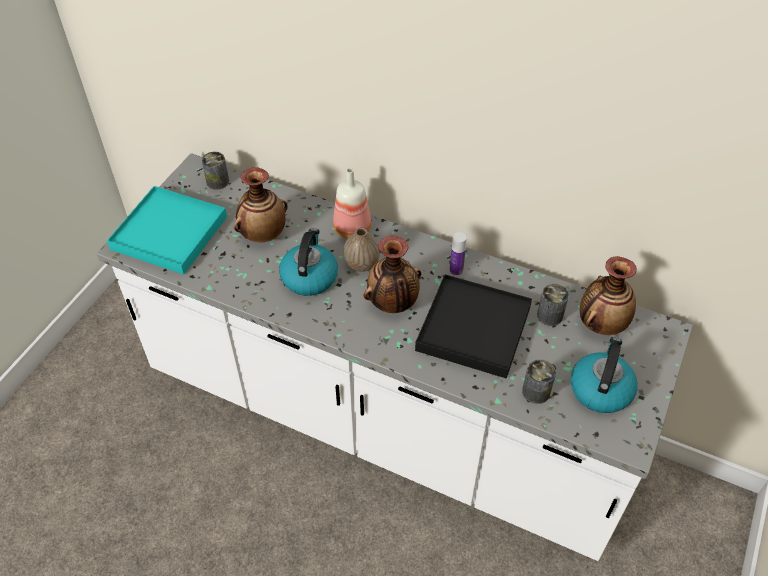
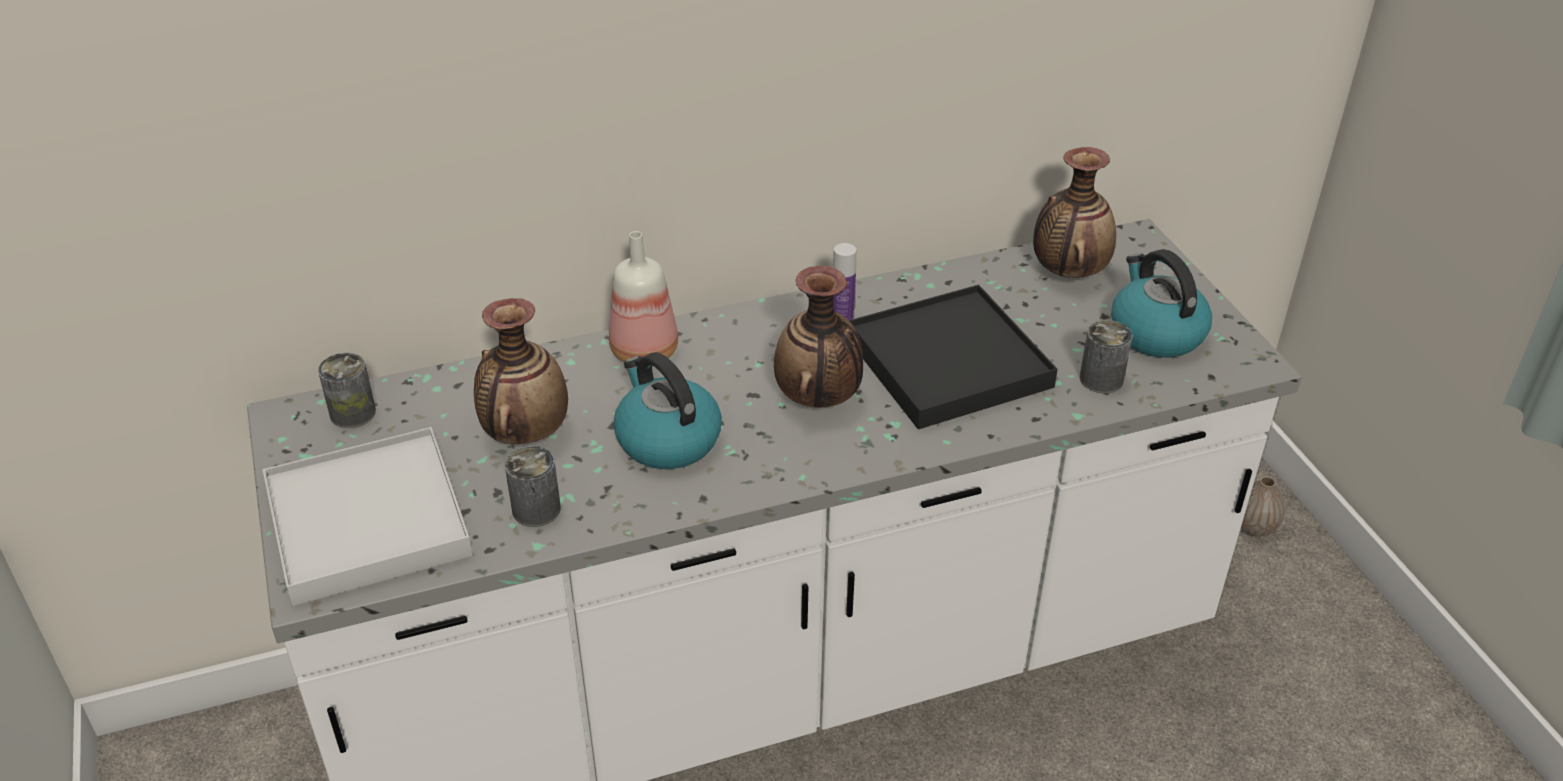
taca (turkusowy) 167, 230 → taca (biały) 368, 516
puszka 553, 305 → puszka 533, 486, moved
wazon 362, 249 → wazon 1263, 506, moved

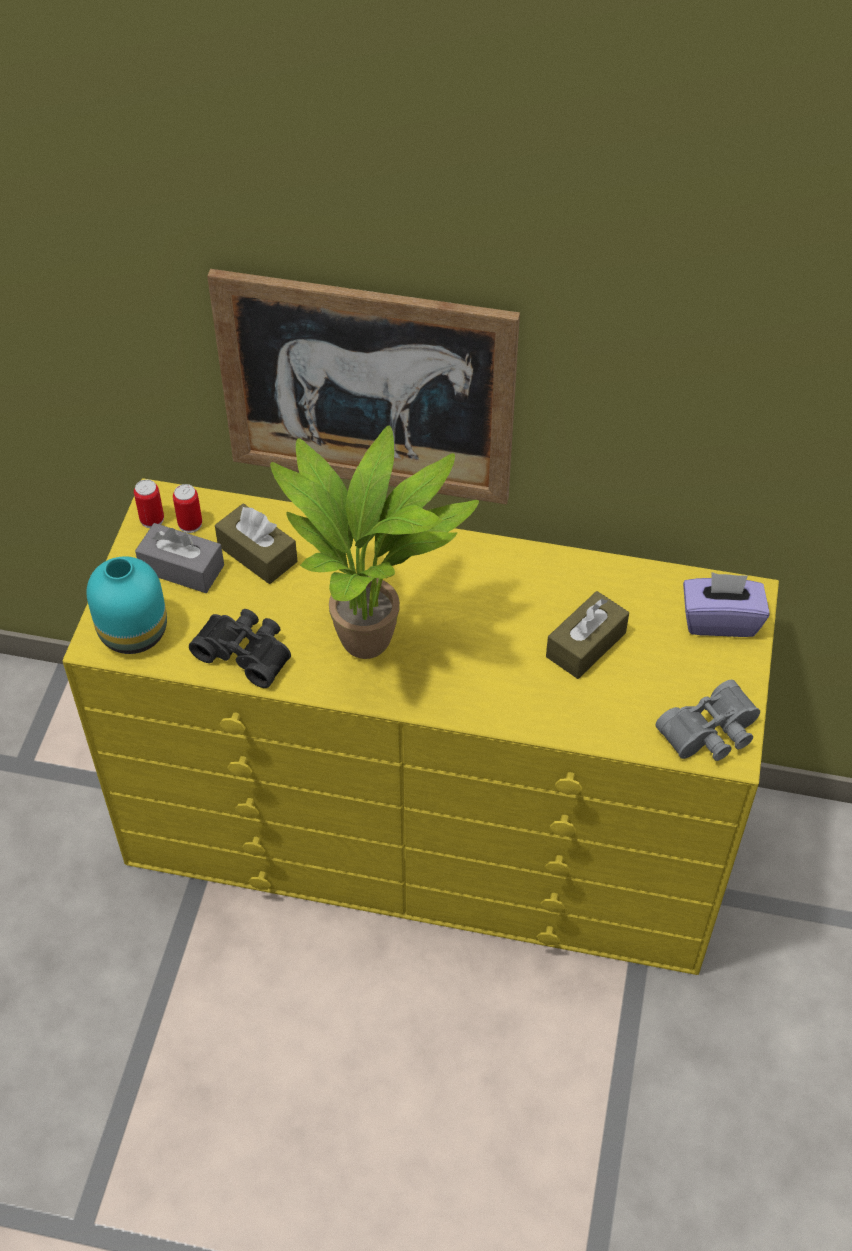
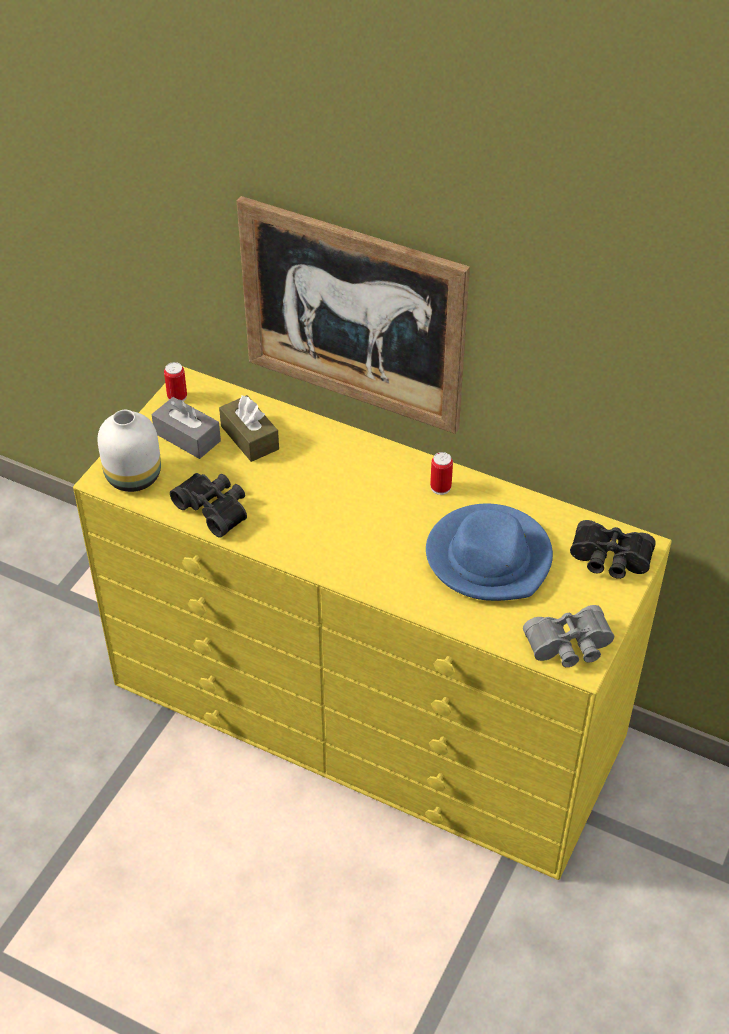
wazon (turkusowy) 126, 605 → wazon (biały) 129, 451
pudełko chusteczek (brązowy) 587, 635 → kapelusz (niebieski) 489, 552
puszka 187, 508 → puszka 441, 473, moved
pudełko chusteczek (fioletowy) 726, 604 → lornetka (czarny) 613, 549
roślina doniczkowa 374, 542 → -

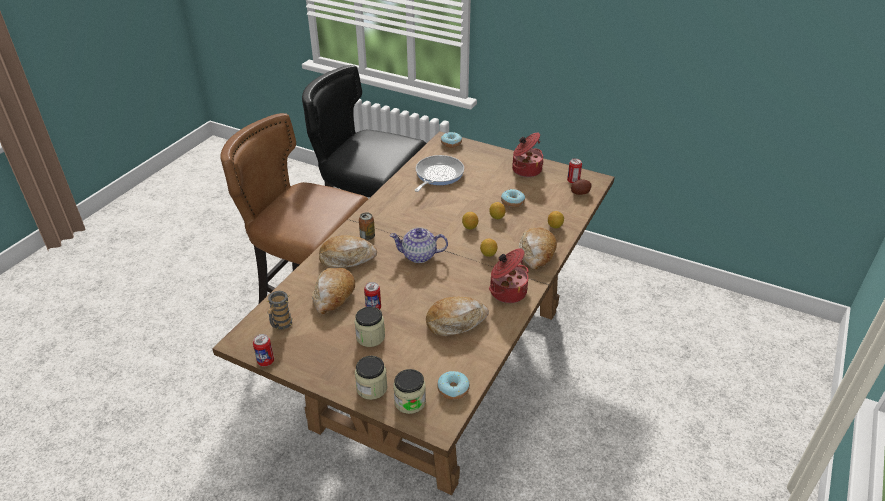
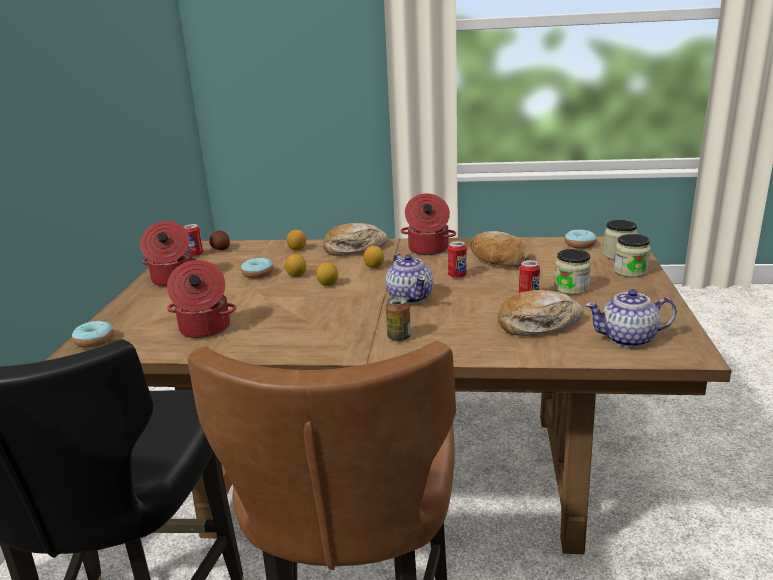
patelnia 439, 173 → garnek 201, 299
puszka 263, 350 → puszka 457, 259, moved
kubek 280, 310 → imbryk 631, 318
chleb 348, 251 → -

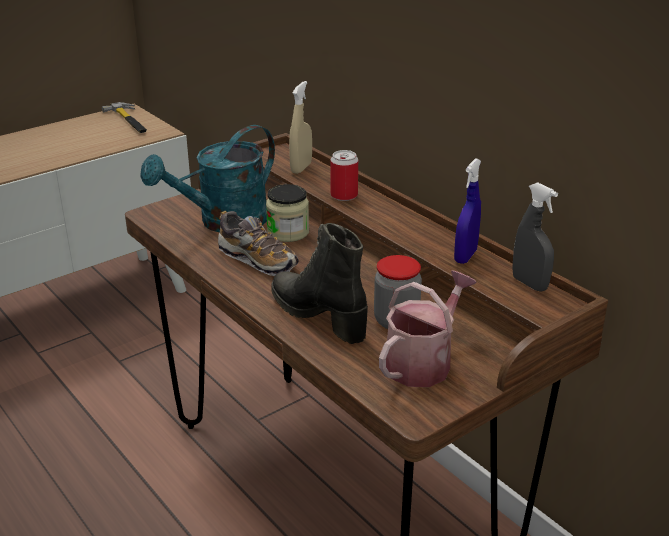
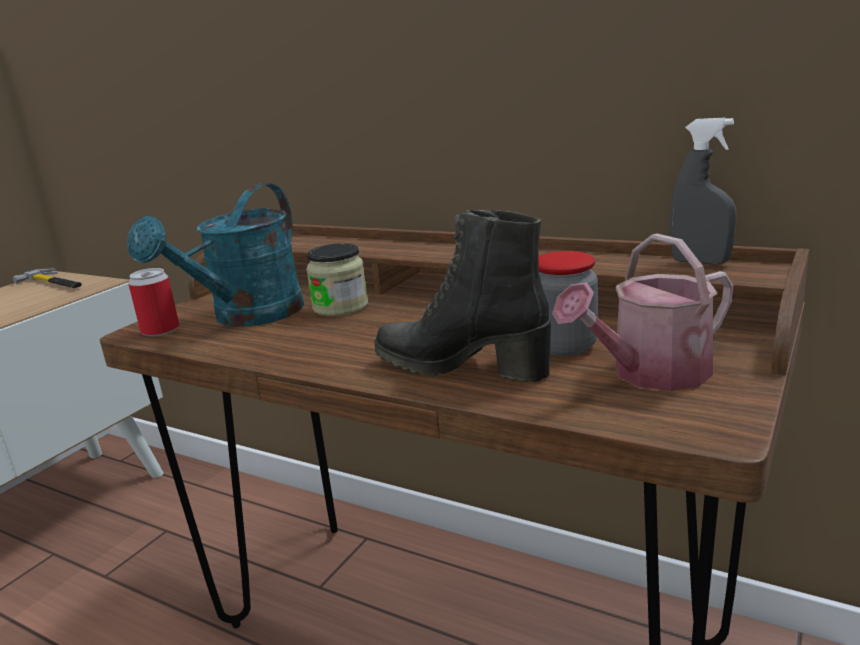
puszka 344, 175 → puszka 153, 302, moved
konewka 427, 328 → konewka 642, 312, 135 degrees counterclockwise
but 258, 243 → -
spryskiwacz (beżowy) 300, 127 → -
spryskiwacz (niebieski) 467, 211 → -

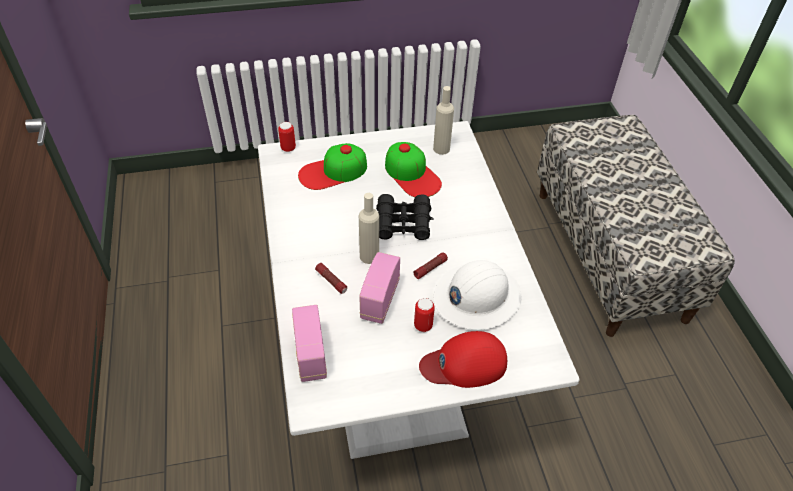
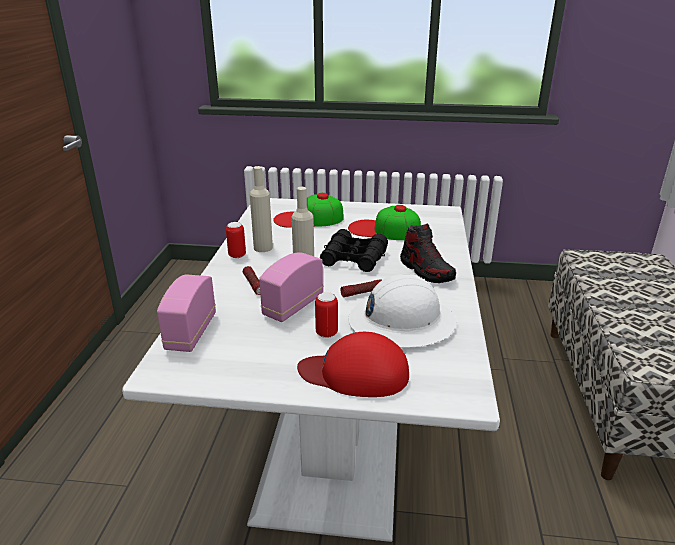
puszka 287, 137 → puszka 236, 240, moved
butelka (beżowy) 443, 120 → butelka (beżowy) 261, 209, moved
czapka z daszkiem 413, 169 → czapka z daszkiem 384, 222, 120 degrees clockwise
- → but 428, 253

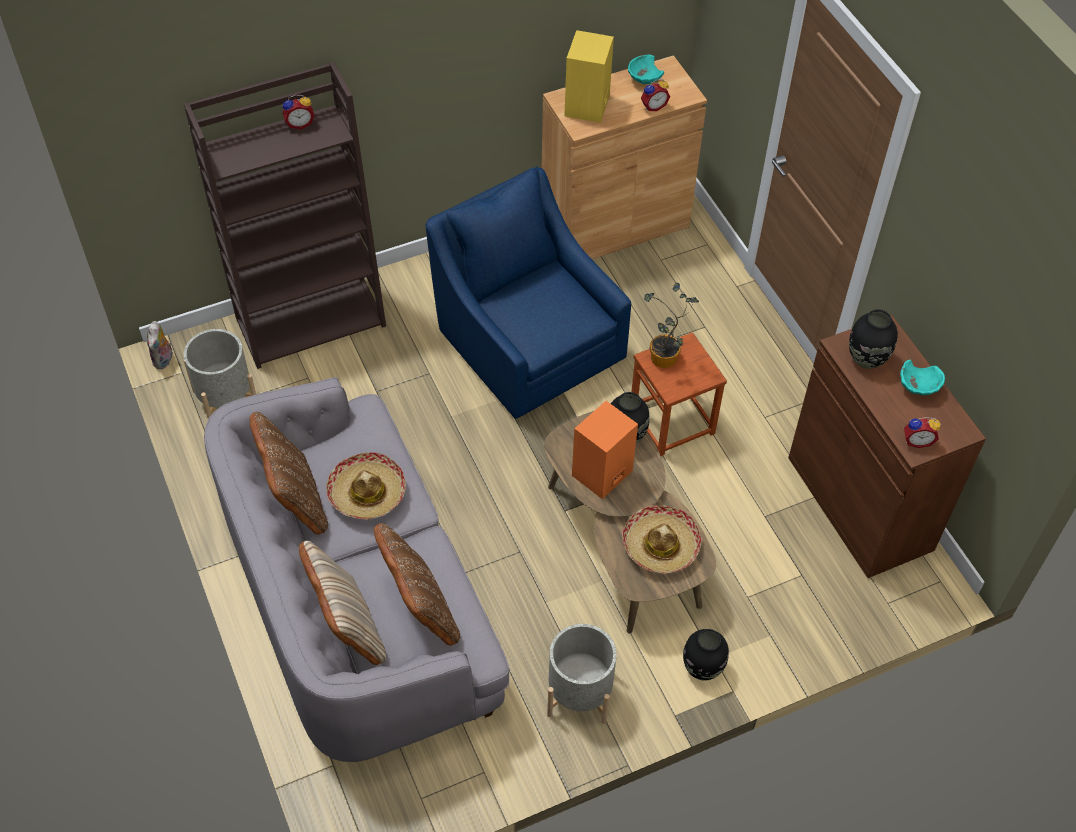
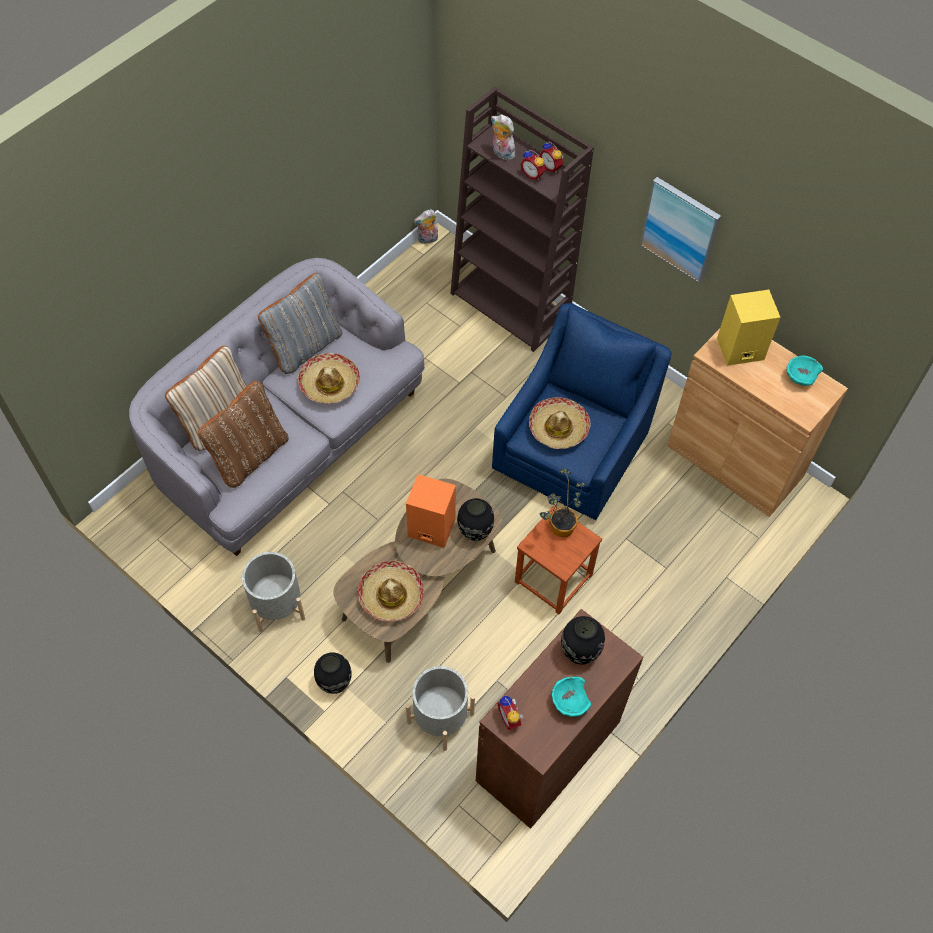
poduszka (brązowy) 289, 473 → poduszka (szary) 300, 323
donica (szary) 220, 374 → donica (szary) 440, 708, moved
- → pluszak 503, 137
budzik 655, 95 → budzik 533, 165, moved
- → kapelusz 560, 423
- → obraz 680, 230

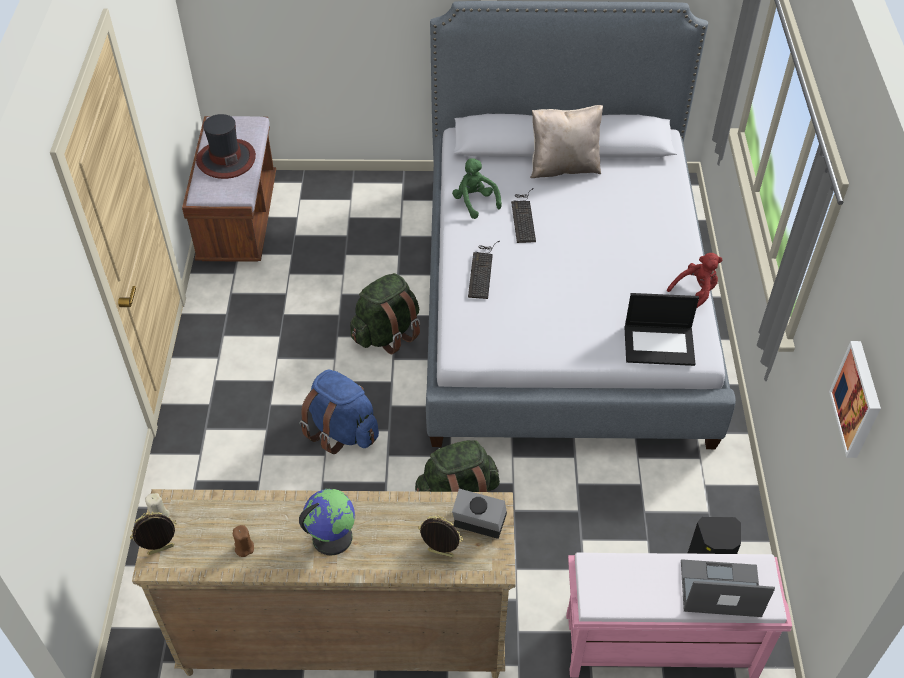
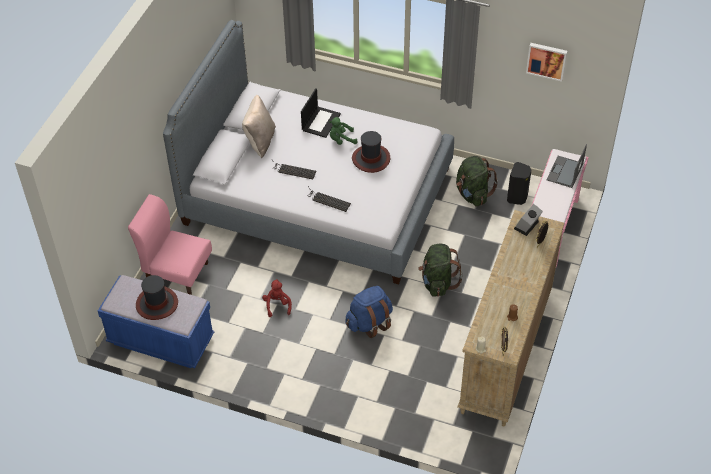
ławka (brązowy) 229, 189 → ławka (niebieski) 156, 321
- → krzesło (różowy) 170, 244
pluszak (czerwony) 695, 280 → pluszak (czerwony) 277, 298, moved
laptop 661, 329 → laptop 321, 113, moved
pluszak (zielony) 477, 188 → pluszak (zielony) 343, 131, moved
- → kapelusz 371, 152
plecak (zielony) 385, 313 → plecak (zielony) 477, 181, moved
globus 327, 522 → -

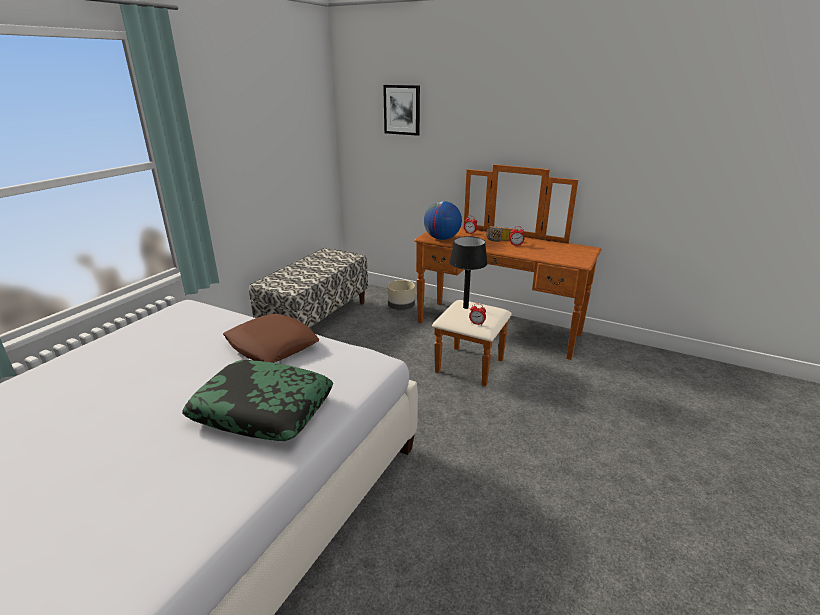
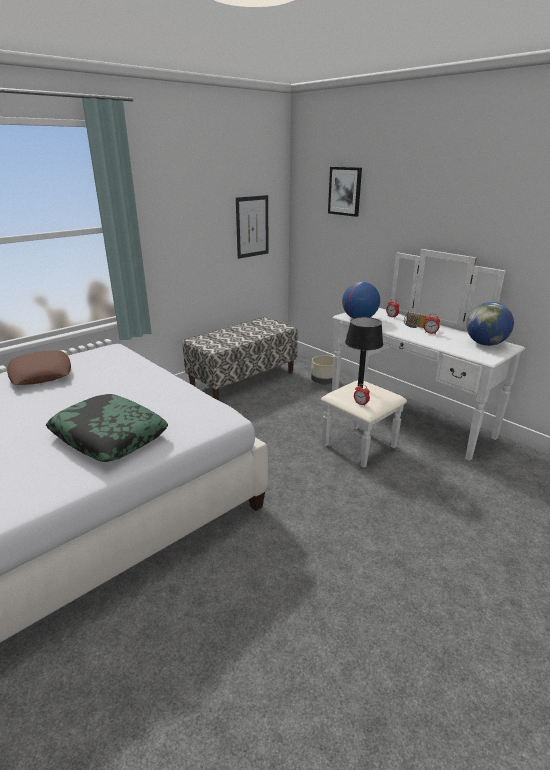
poduszka (brązowy) 271, 338 → poduszka (brązowy) 39, 368, moved
- → obraz 252, 227
komoda (brązowy) 508, 275 → komoda (biały) 423, 358
- → globus 490, 324

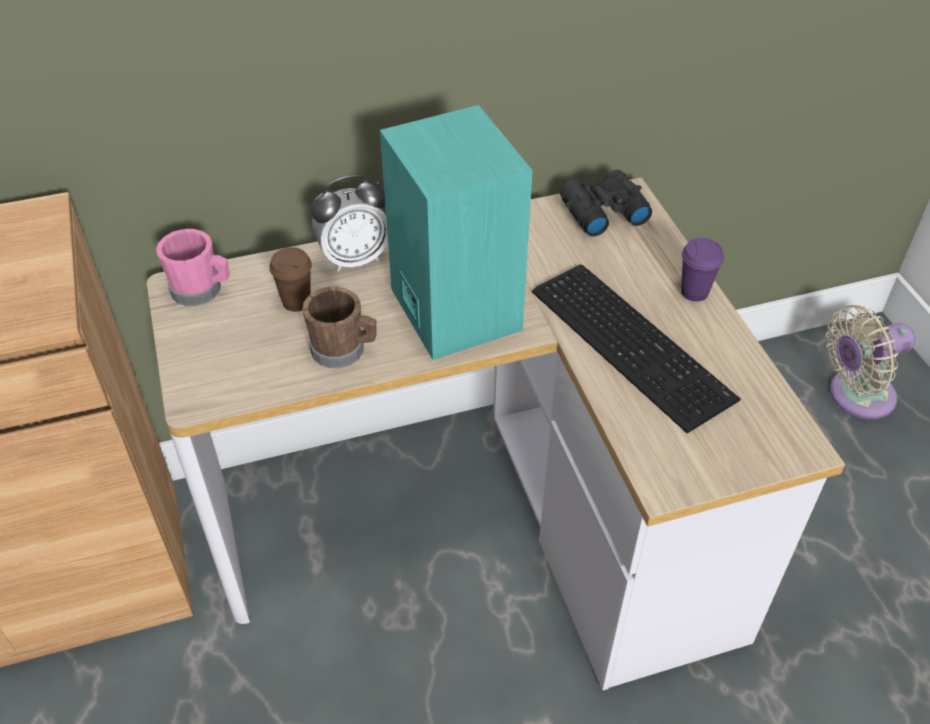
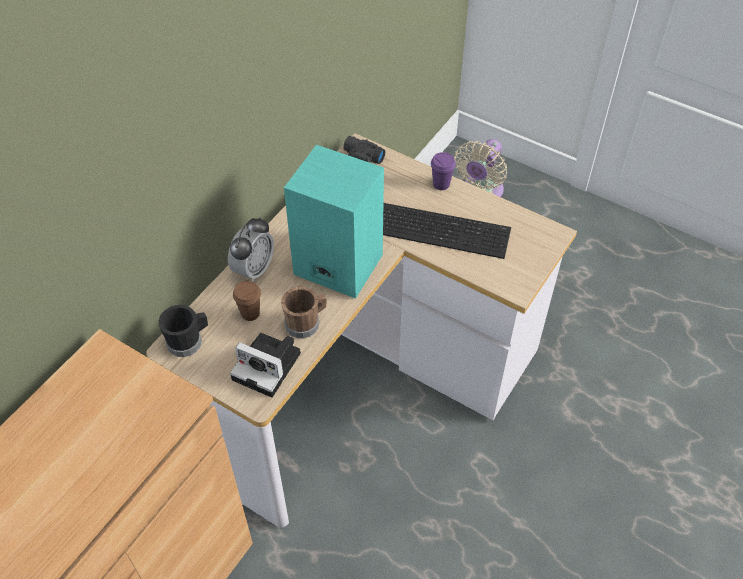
kubek (różowy) 193, 267 → kubek (czarny) 183, 331
- → aparat fotograficzny 265, 365

